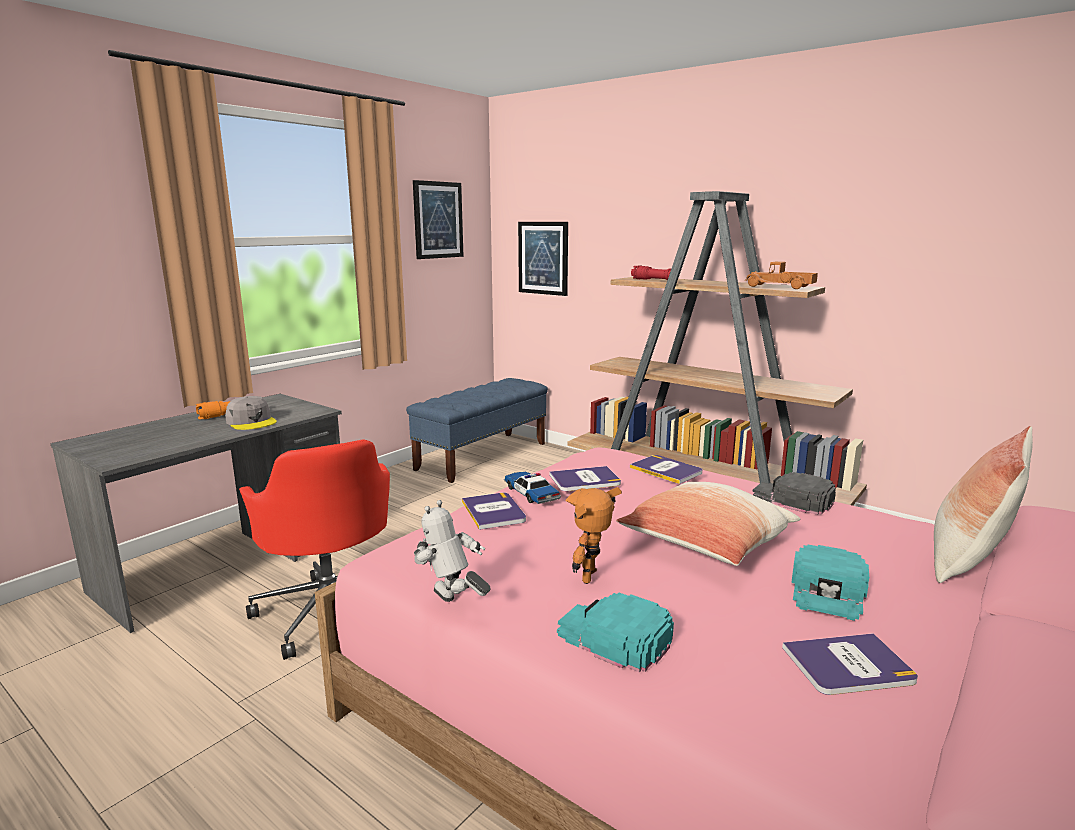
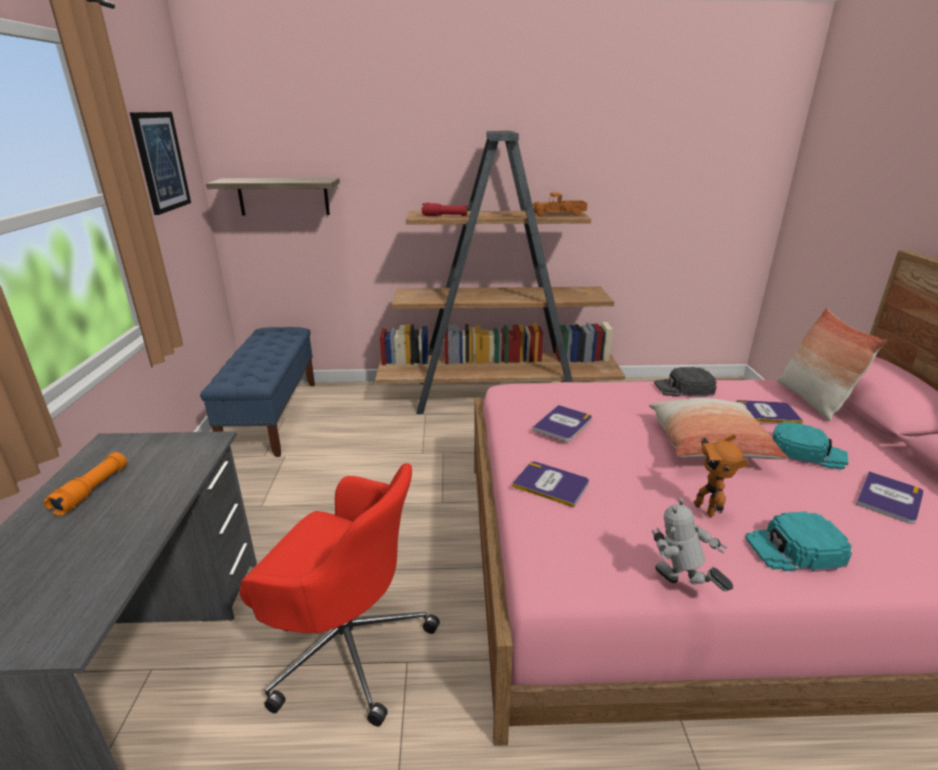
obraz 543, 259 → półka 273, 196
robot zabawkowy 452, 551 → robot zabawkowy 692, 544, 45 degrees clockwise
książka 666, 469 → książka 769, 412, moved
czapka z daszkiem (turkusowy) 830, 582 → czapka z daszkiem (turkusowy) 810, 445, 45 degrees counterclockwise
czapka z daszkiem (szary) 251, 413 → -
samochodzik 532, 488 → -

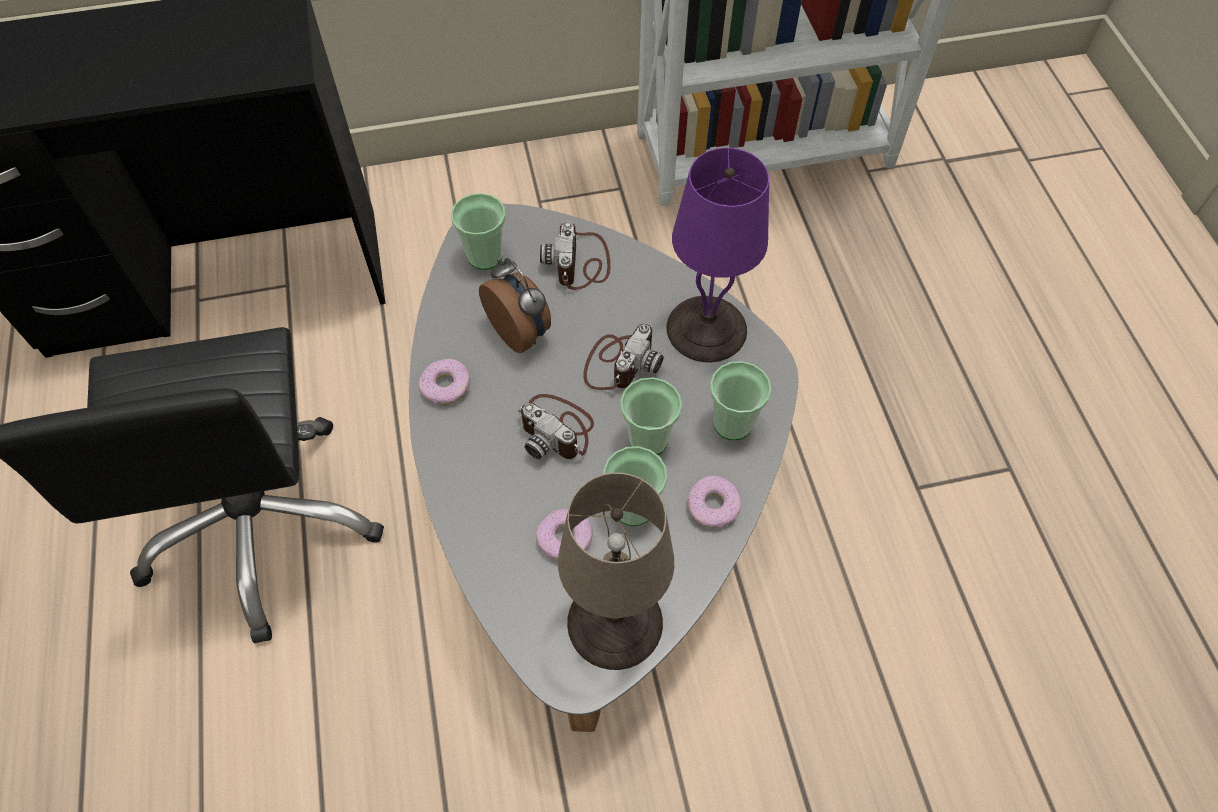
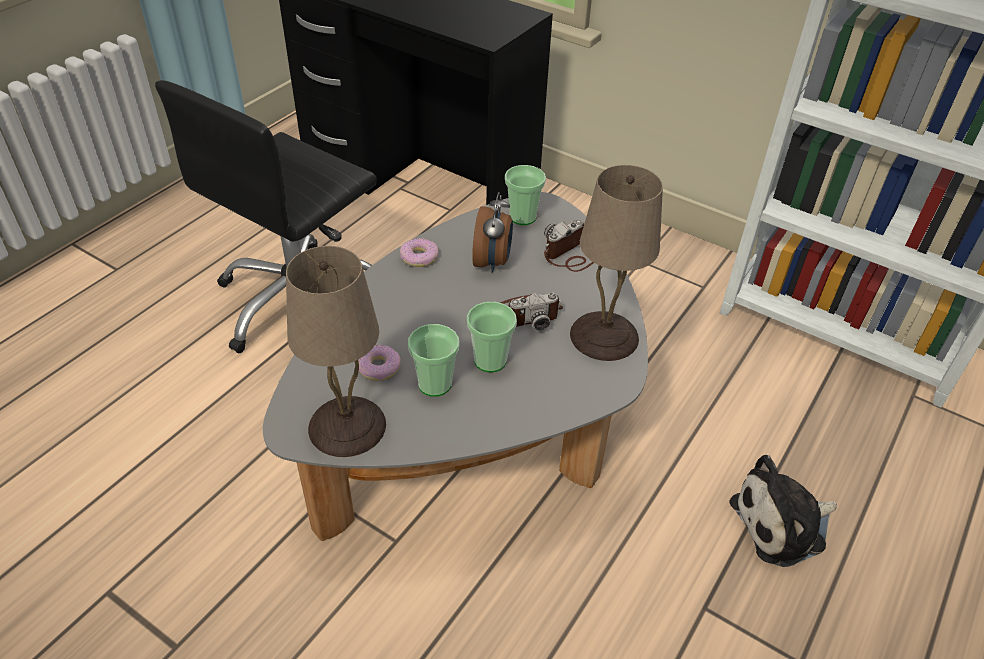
lampa stołowa (fioletowy) 718, 255 → lampa stołowa (beżowy) 616, 263
- → pluszak 783, 511
aparat fotograficzny 556, 426 → -
donut 714, 502 → -
filiżanka 740, 400 → -

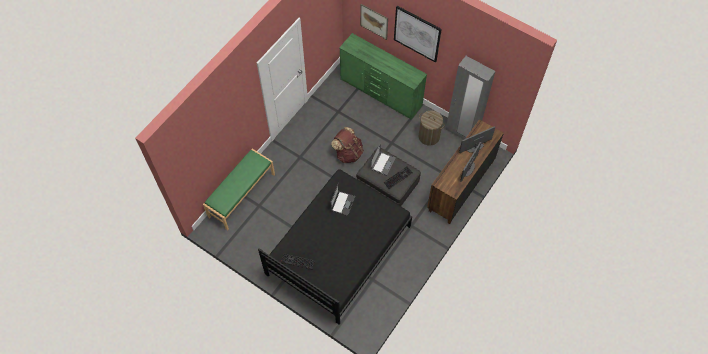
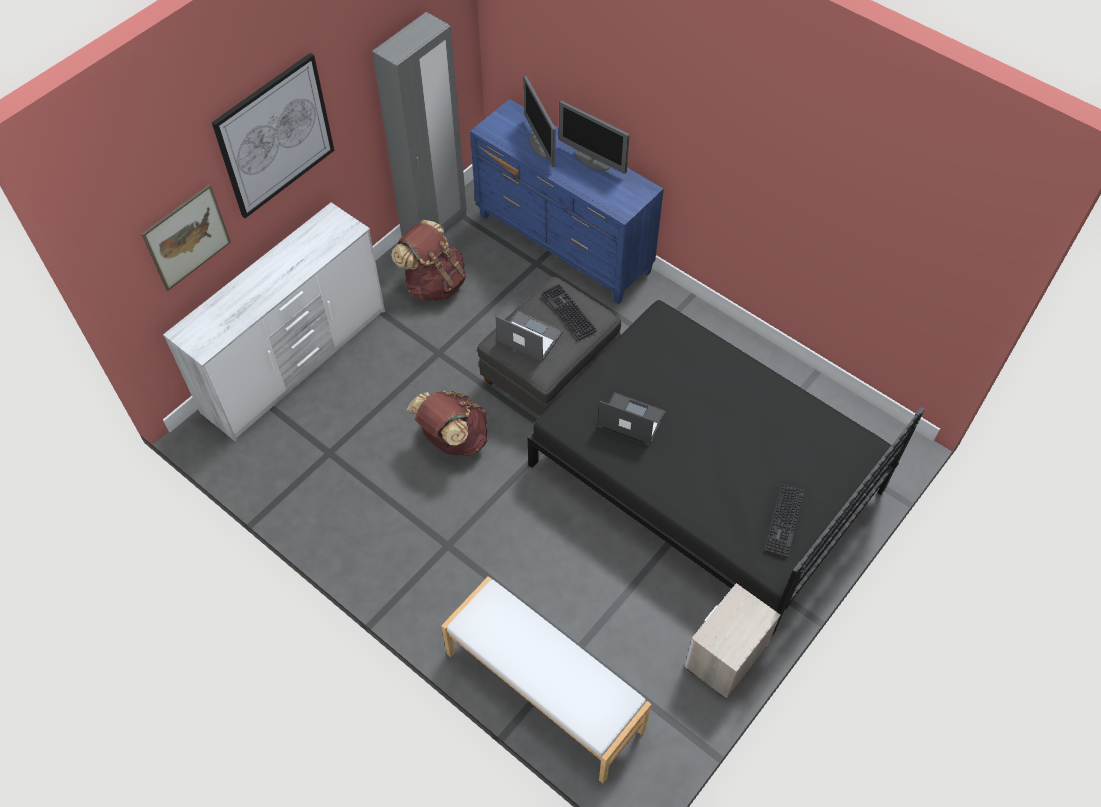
komoda (zielony) 383, 76 → komoda (biały) 274, 321
kosz na pranie 432, 128 → plecak (brązowy) 428, 261
ławka (zielony) 239, 189 → ławka (biały) 546, 679
komoda (brązowy) 465, 171 → komoda (niebieski) 567, 201
- → szafka nocna 732, 641

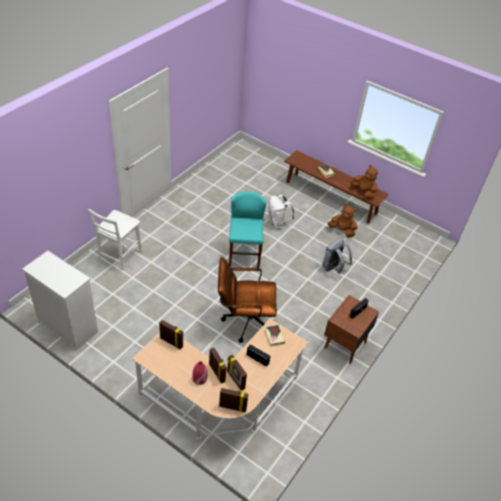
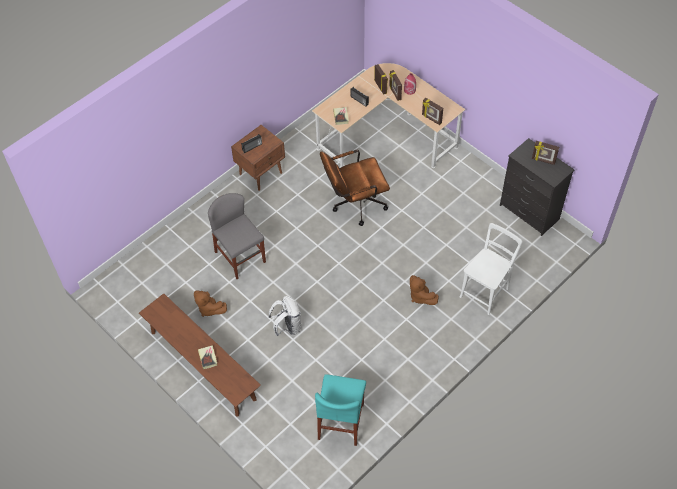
plecak (szary) 337, 256 → krzesło (szary) 237, 236
krzesło (turkusowy) 247, 230 → krzesło (turkusowy) 340, 410, moved
krzesło biurowe (brązowy) 247, 300 → krzesło biurowe (brązowy) 355, 188, 150 degrees clockwise
pluszak (brązowy) 364, 182 → pluszak (brązowy) 424, 290, moved
komoda (biały) 60, 300 → komoda (czarny) 537, 187
ramka na zdjęcie 234, 400 → ramka na zdjęcie 545, 153, moved

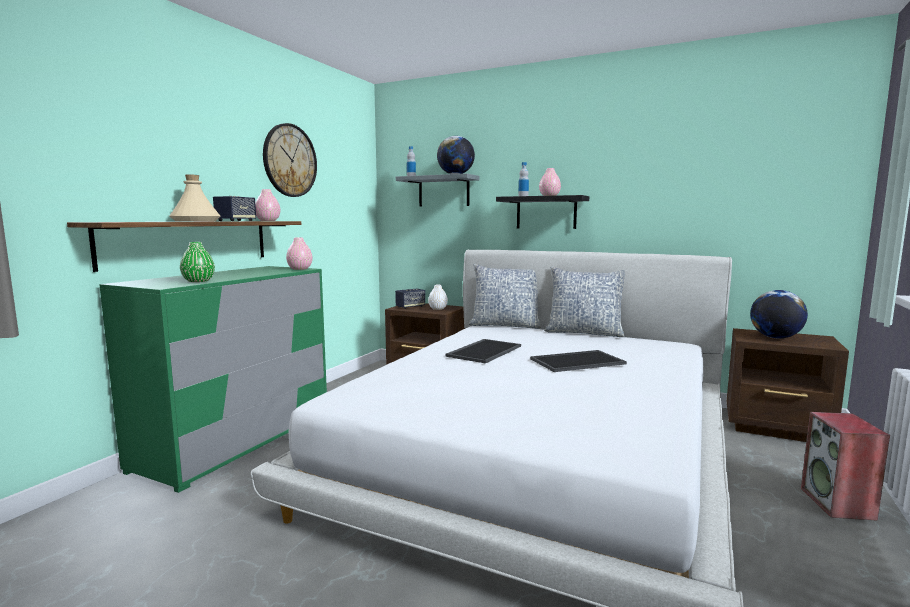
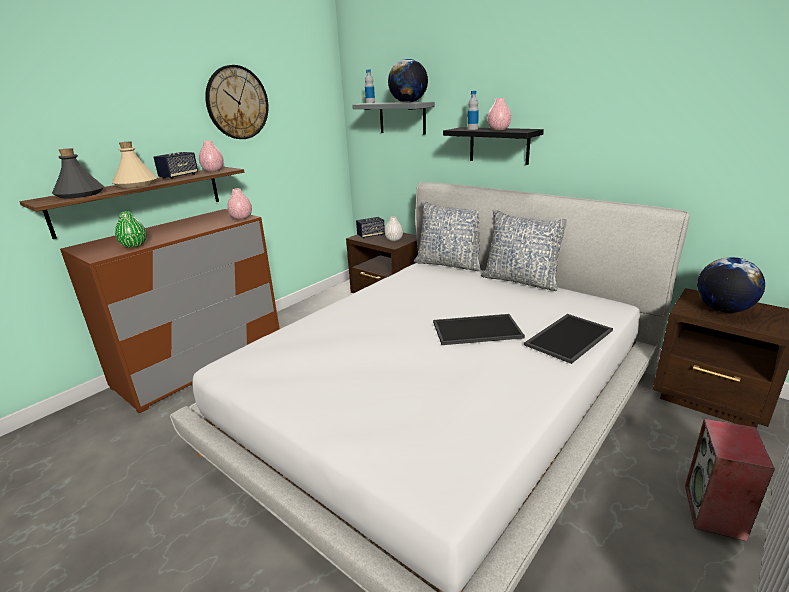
- → butelka (szary) 78, 173
komoda (zielony) 213, 379 → komoda (brązowy) 169, 311
taca 483, 351 → taca 568, 339, moved

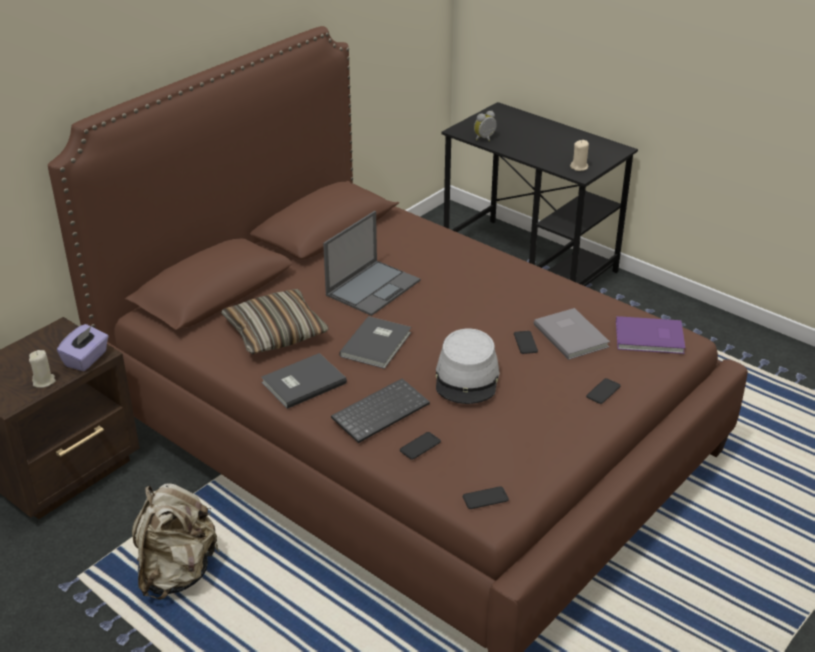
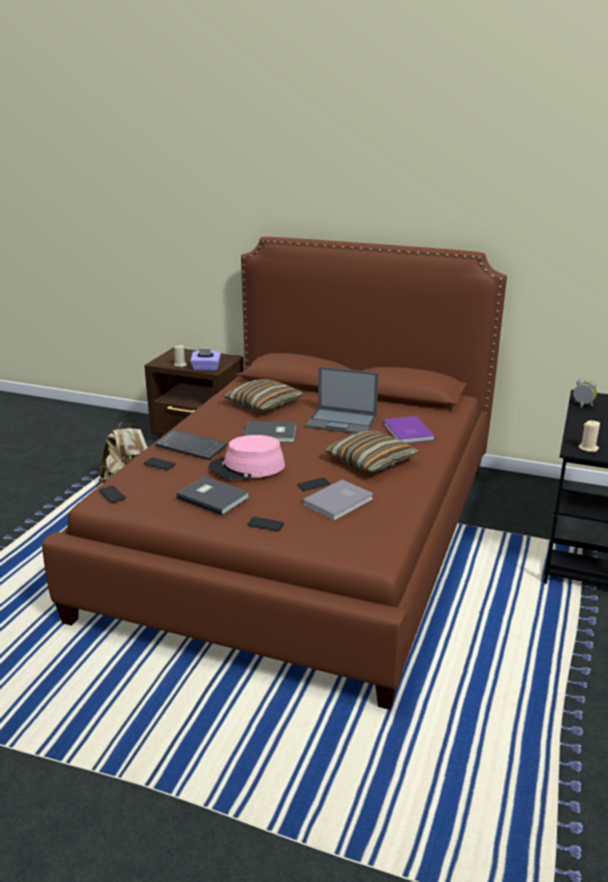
książka (szary) 304, 381 → książka (szary) 213, 495, moved
kapelusz (szary) 468, 366 → kapelusz (różowy) 247, 457
- → poduszka 372, 451
książka (fioletowy) 650, 335 → książka (fioletowy) 409, 430, moved

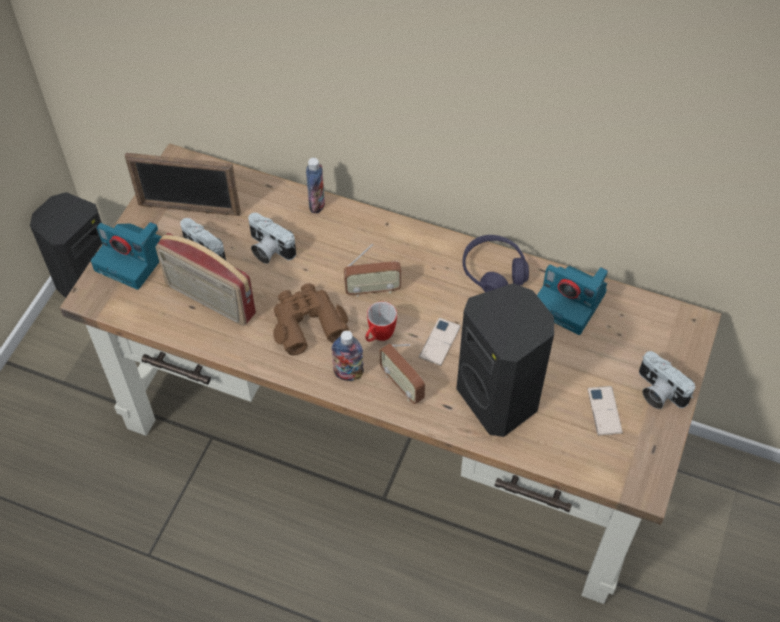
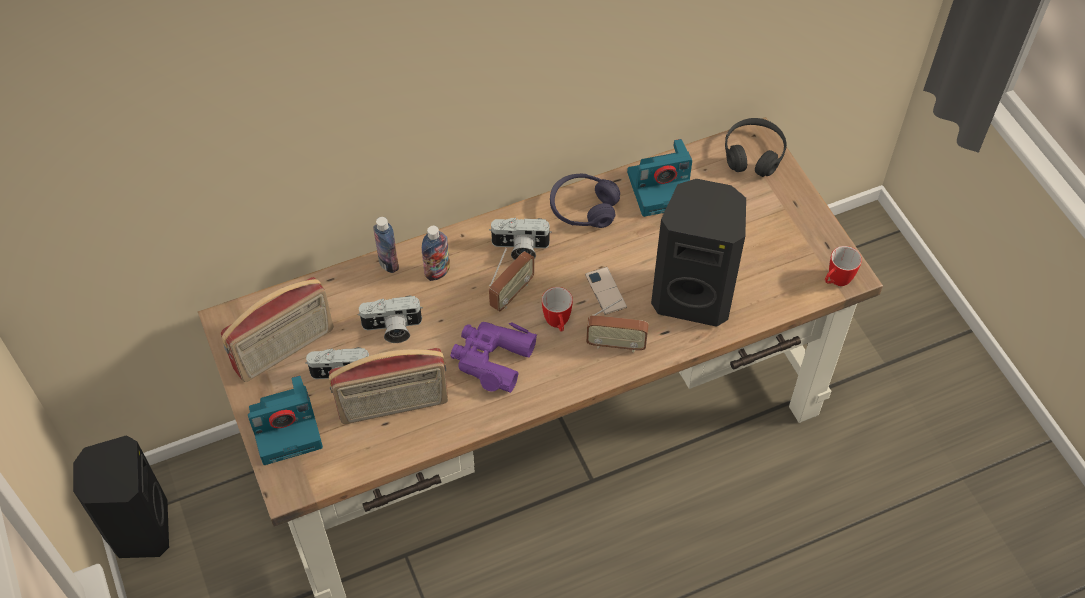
ramka na zdjęcie 183, 184 → radio 277, 329
butelka 348, 356 → butelka 436, 253, moved
lornetka (brązowy) 311, 319 → lornetka (fioletowy) 493, 357
aparat fotograficzny 667, 380 → aparat fotograficzny 520, 238, moved
- → słuchawki (czarny) 756, 147
- → kubek 843, 266
telefon 605, 411 → -

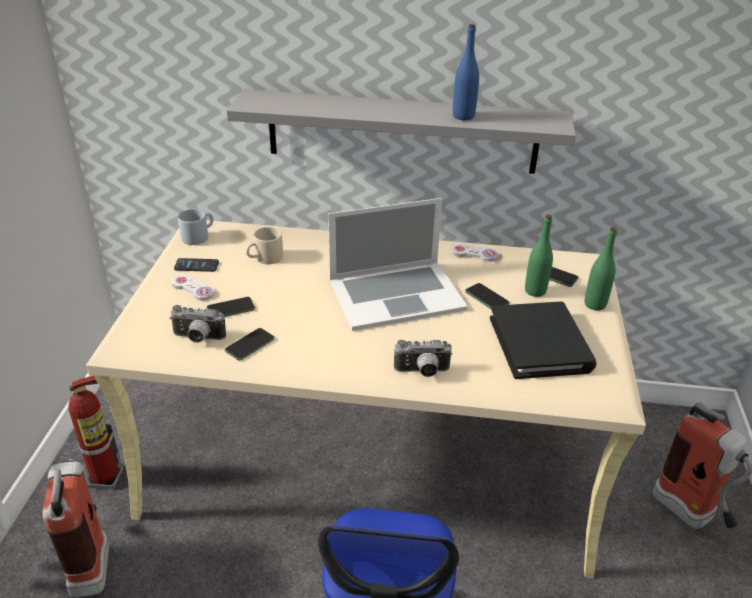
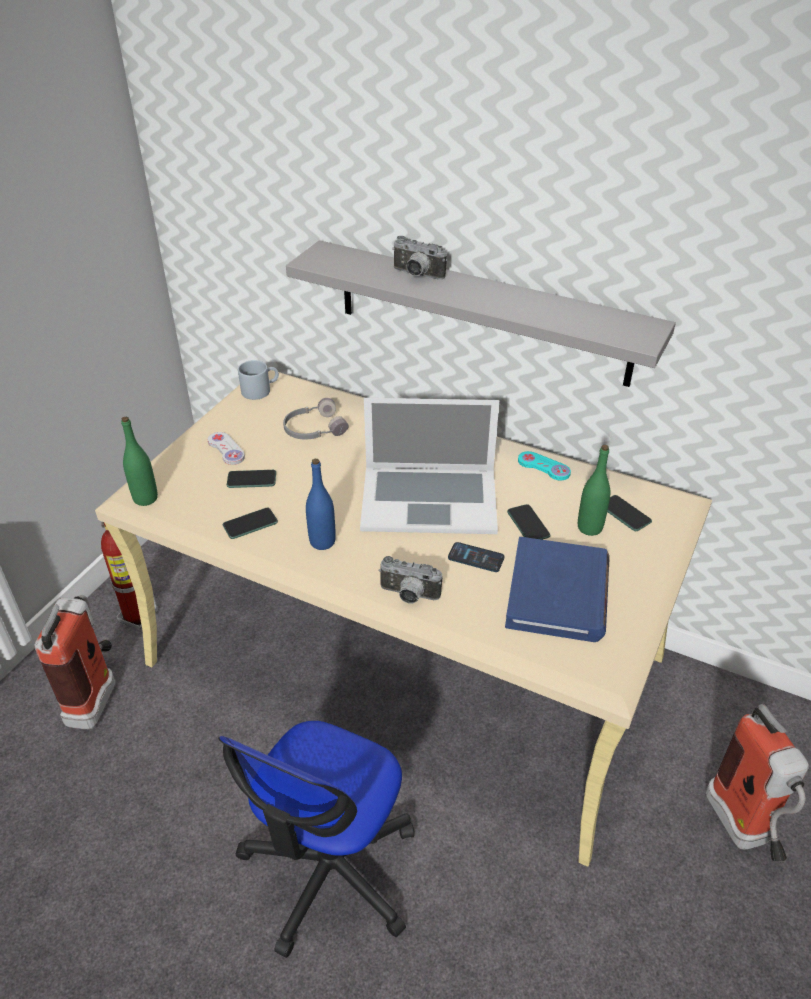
butelka (zielony) 601, 269 → butelka (zielony) 139, 461, moved
kubek (beżowy) 264, 245 → słuchawki (szary) 316, 419
butelka (niebieski) 466, 72 → butelka (niebieski) 321, 504, moved
aparat fotograficzny 197, 324 → aparat fotograficzny 419, 257, moved
telefon 196, 265 → telefon 476, 557, moved
książka (czarny) 543, 340 → książka (niebieski) 557, 589
pad do gier (biały) 474, 253 → pad do gier (turkusowy) 544, 465

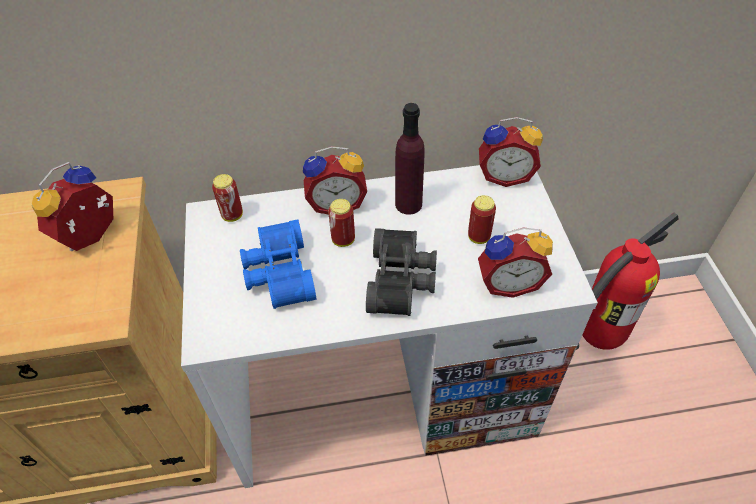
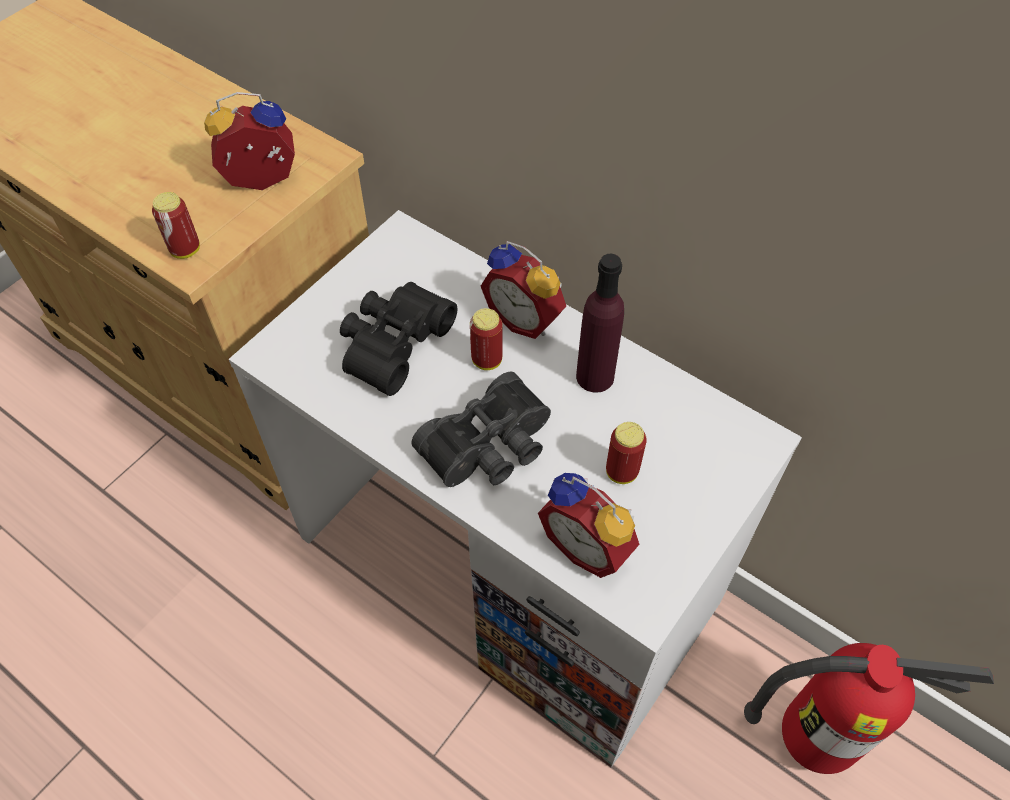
puszka 227, 198 → puszka 176, 225, moved
lornetka (niebieski) 278, 264 → lornetka (czarny) 398, 339
budzik 511, 152 → -

